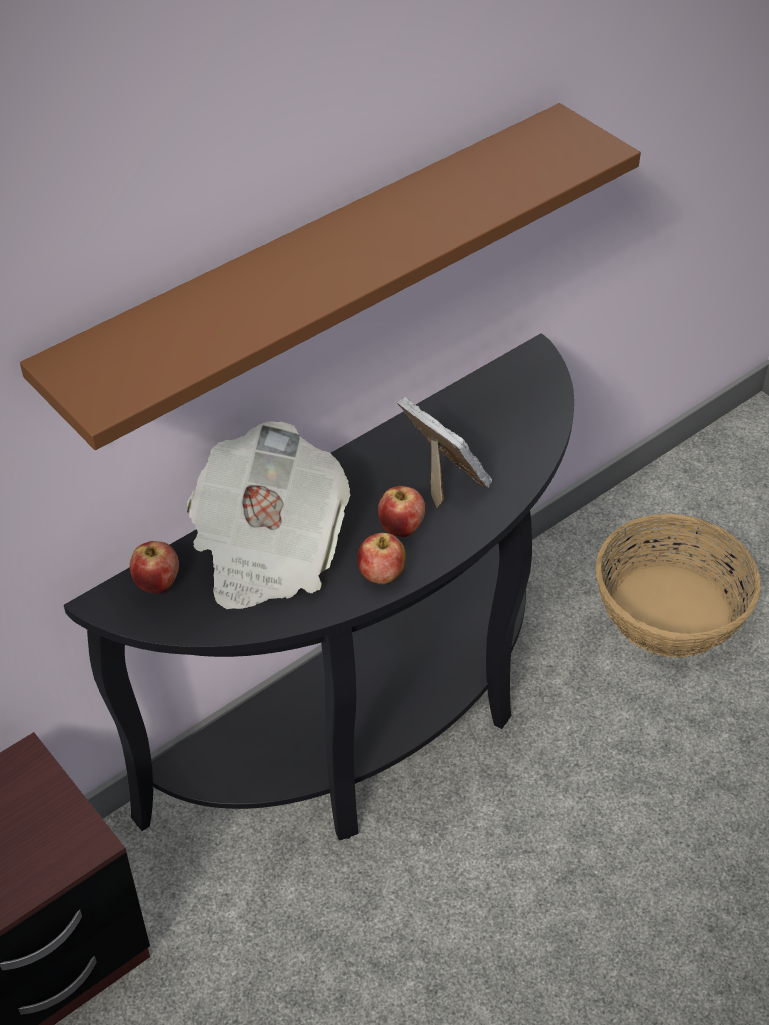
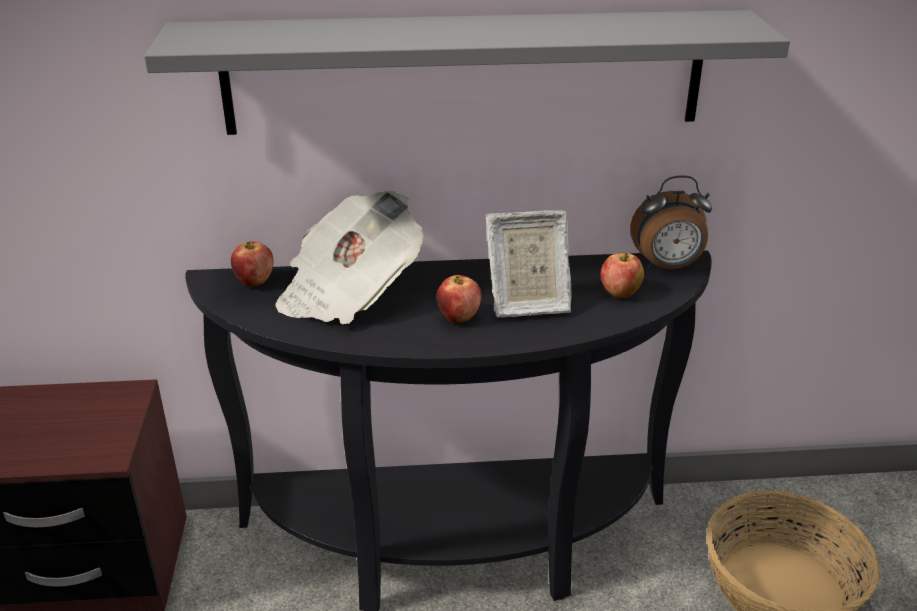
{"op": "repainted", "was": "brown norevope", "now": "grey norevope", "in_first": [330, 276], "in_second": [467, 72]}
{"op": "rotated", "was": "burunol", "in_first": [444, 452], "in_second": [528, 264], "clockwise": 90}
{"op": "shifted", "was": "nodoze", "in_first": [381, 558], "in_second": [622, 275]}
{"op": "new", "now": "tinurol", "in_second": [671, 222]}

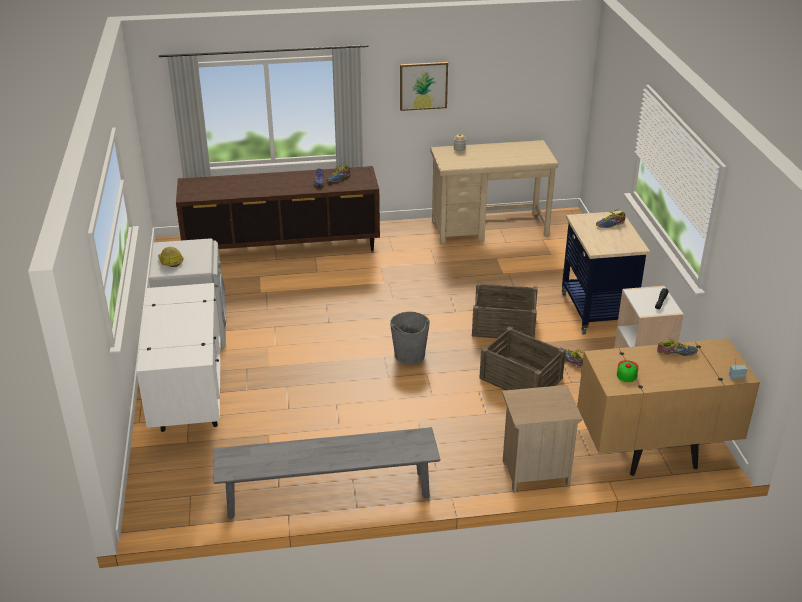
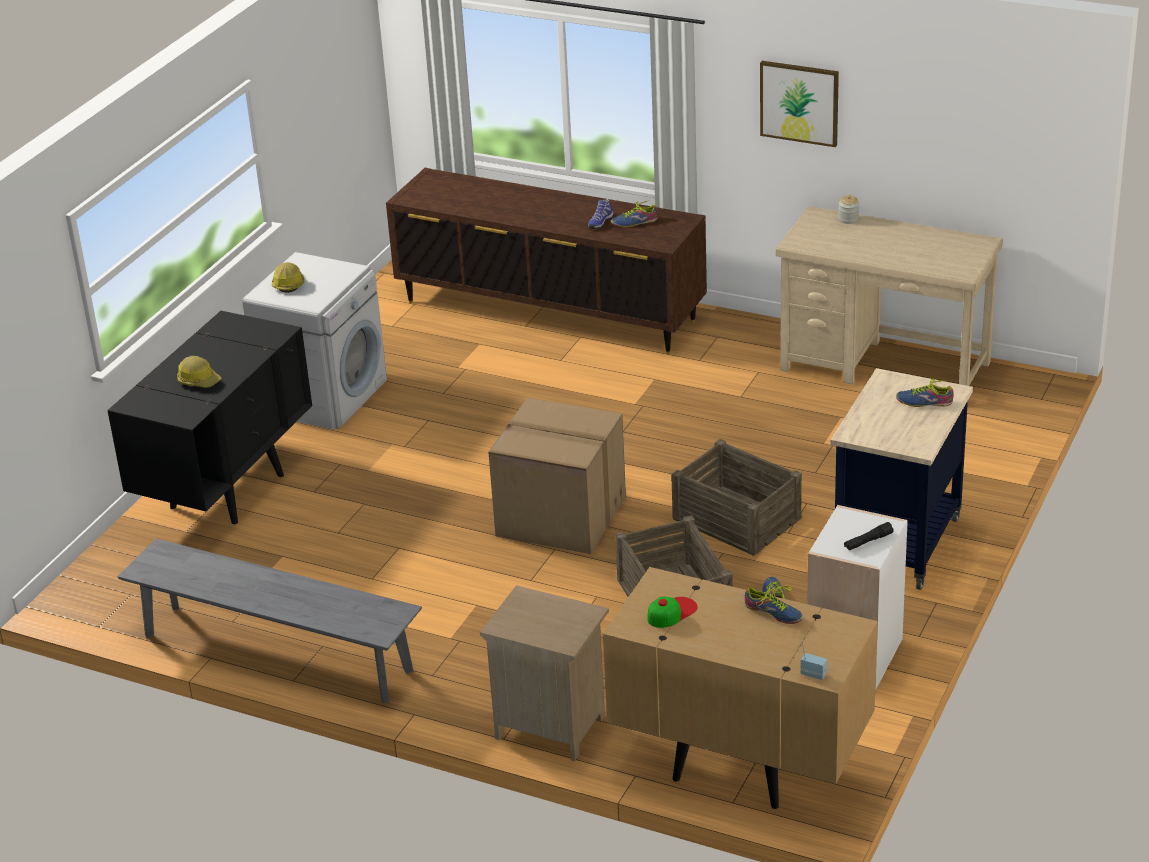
{"op": "repainted", "was": "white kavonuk", "now": "black kavonuk", "in_first": [178, 357], "in_second": [209, 417]}
{"op": "new", "now": "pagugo", "in_second": [199, 372]}
{"op": "swapped", "was": "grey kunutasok", "now": "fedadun", "in_first": [410, 338], "in_second": [557, 476]}

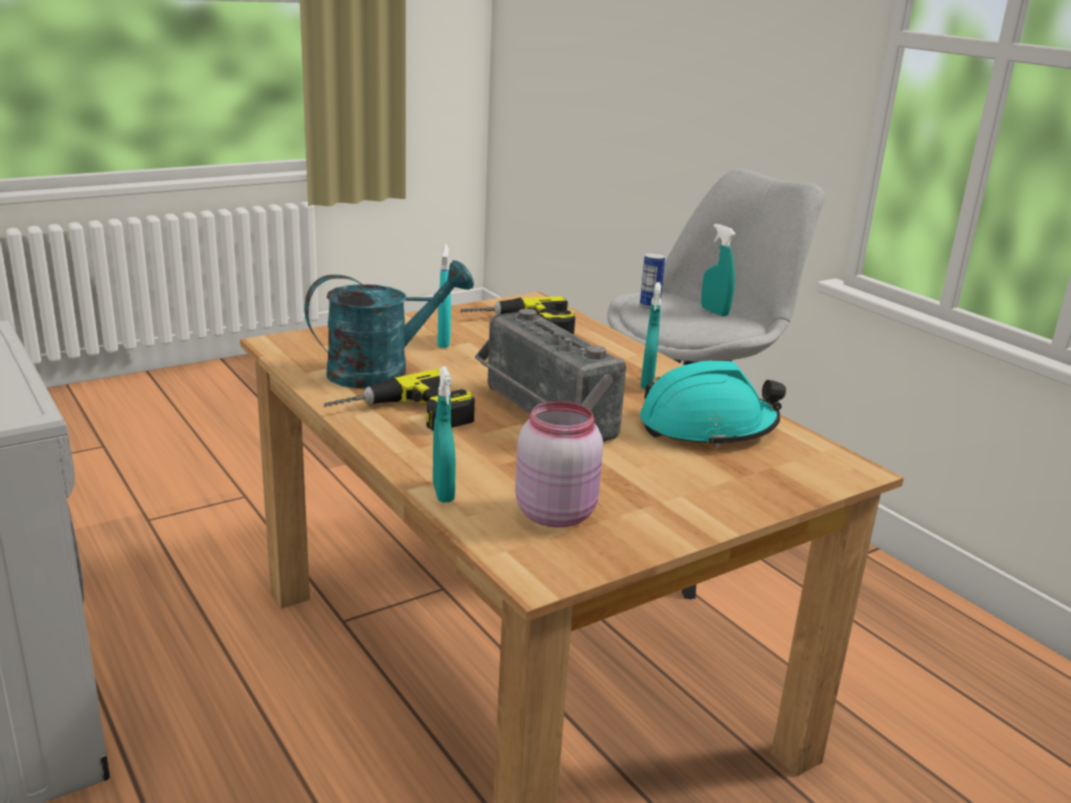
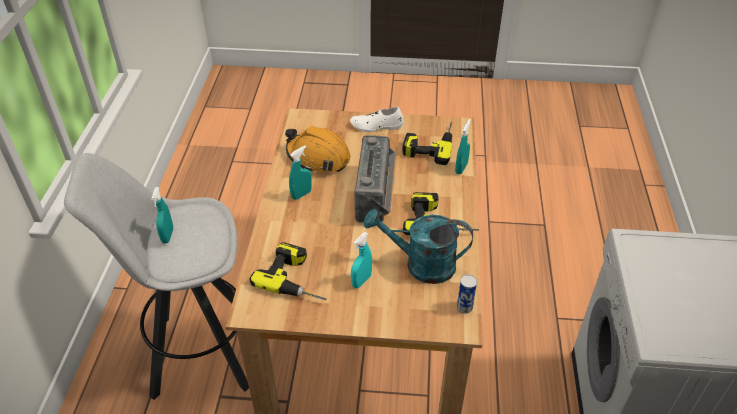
{"op": "repainted", "was": "turquoise pagugo", "now": "orange pagugo", "in_first": [713, 404], "in_second": [317, 149]}
{"op": "new", "now": "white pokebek", "in_second": [376, 119]}
{"op": "swapped", "was": "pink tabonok", "now": "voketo", "in_first": [559, 464], "in_second": [427, 143]}
{"op": "shifted", "was": "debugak", "in_first": [652, 281], "in_second": [467, 294]}

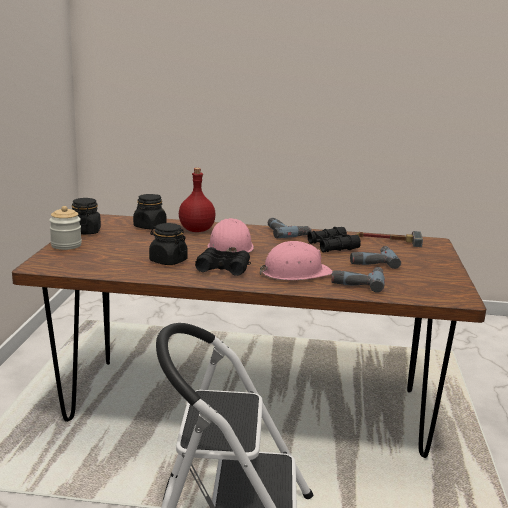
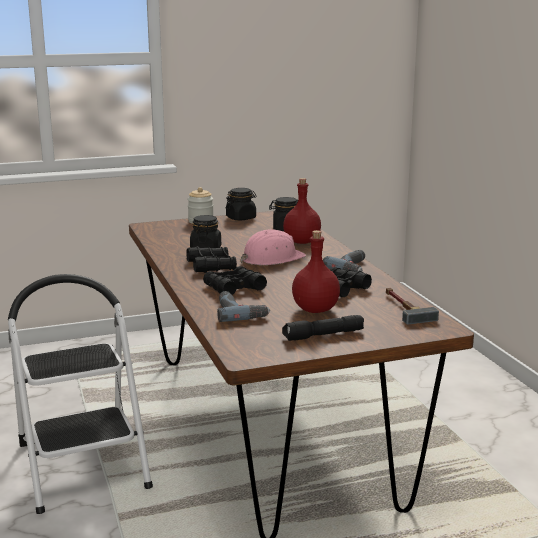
{"op": "swapped", "was": "pink pagugo", "now": "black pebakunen", "in_first": [296, 260], "in_second": [235, 280]}
{"op": "new", "now": "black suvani", "in_second": [323, 328]}
{"op": "swapped", "was": "voketo", "now": "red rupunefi", "in_first": [375, 257], "in_second": [316, 271]}

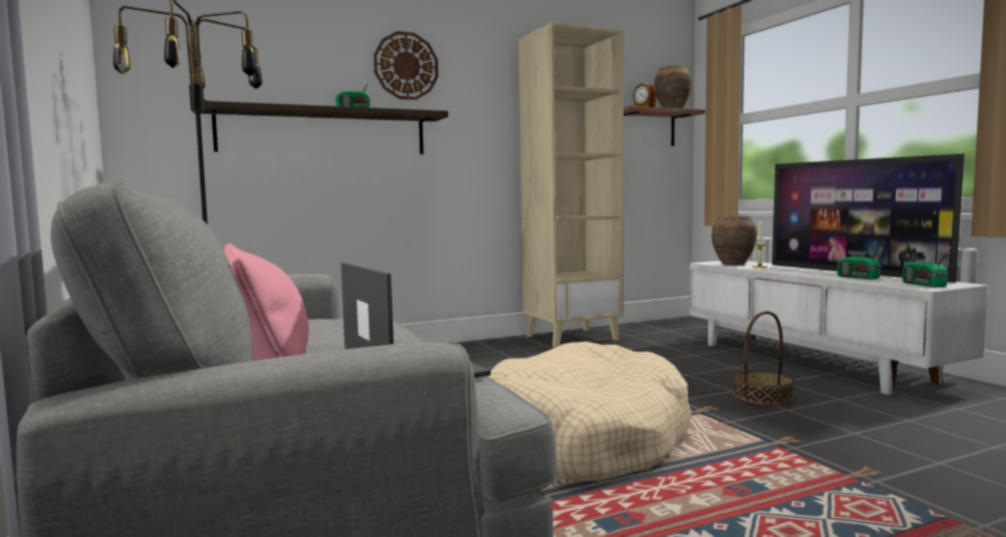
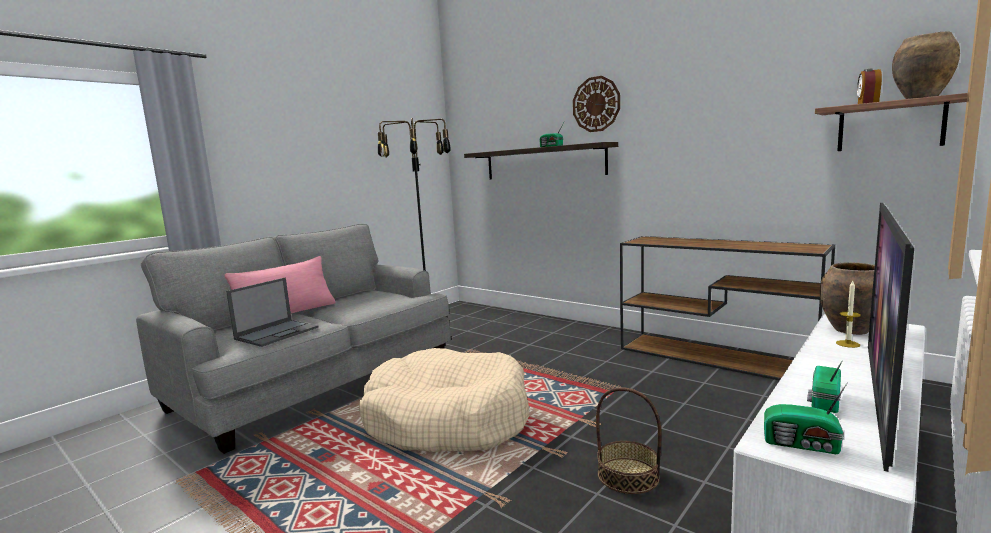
{"op": "swapped", "was": "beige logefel", "now": "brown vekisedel", "in_first": [571, 185], "in_second": [727, 308]}
{"op": "rotated", "was": "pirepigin", "in_first": [927, 267], "in_second": [806, 418], "clockwise": -120}

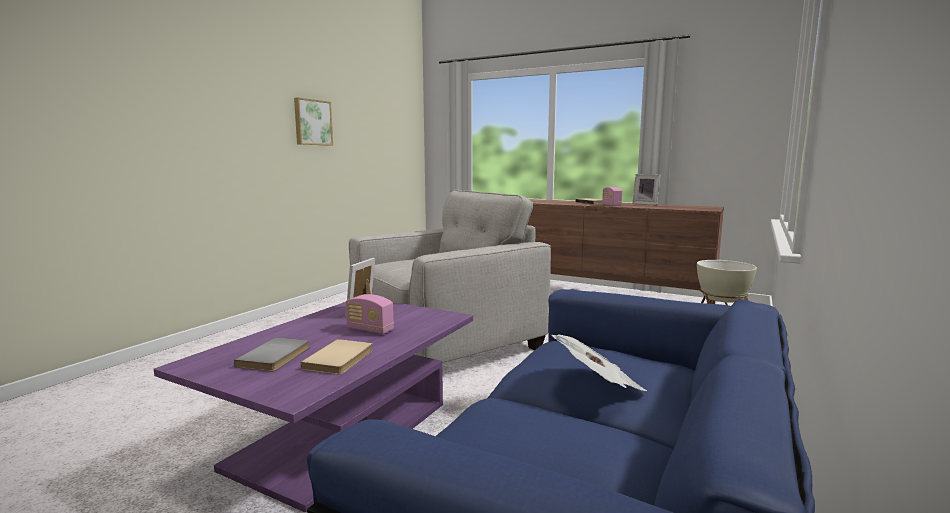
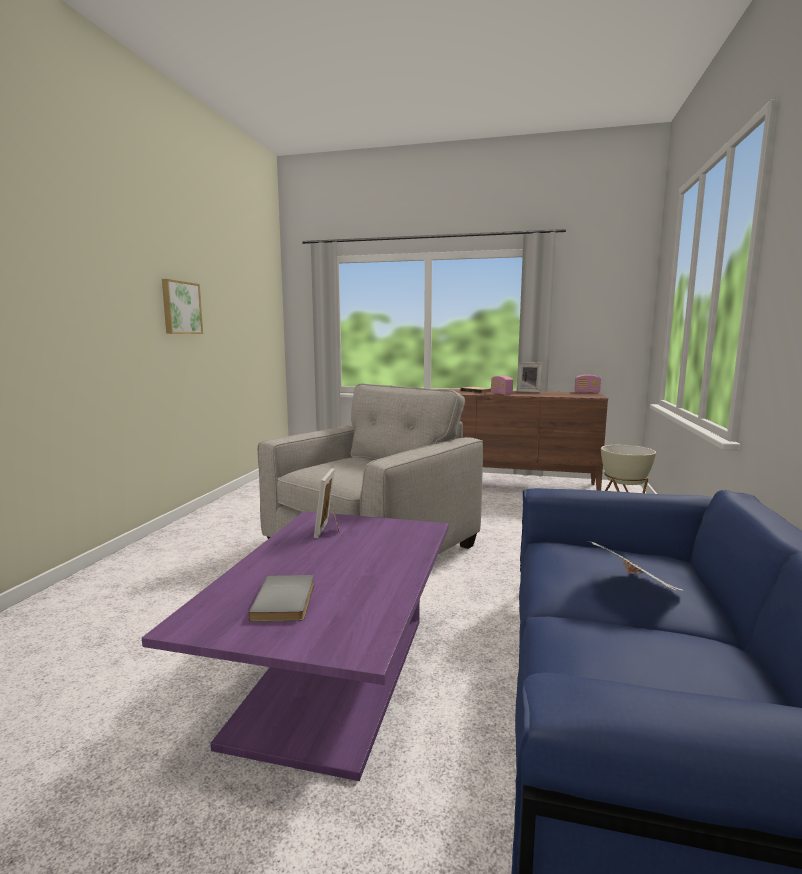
{"op": "shifted", "was": "pirepigin", "in_first": [370, 314], "in_second": [588, 384]}
{"op": "gone", "was": "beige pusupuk", "in_first": [336, 357]}

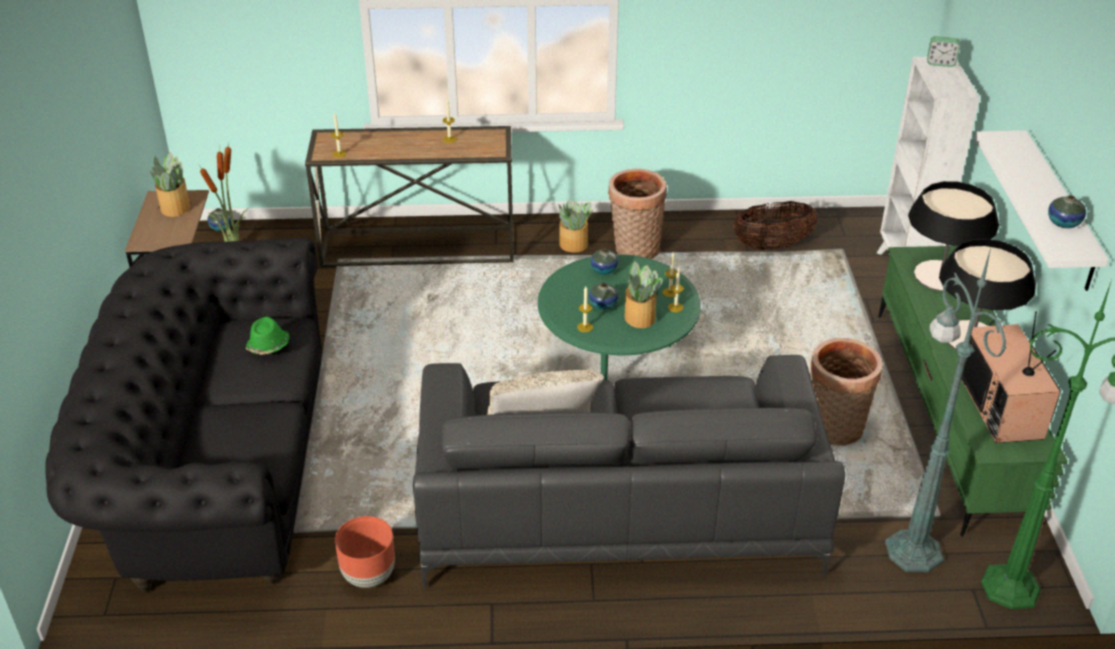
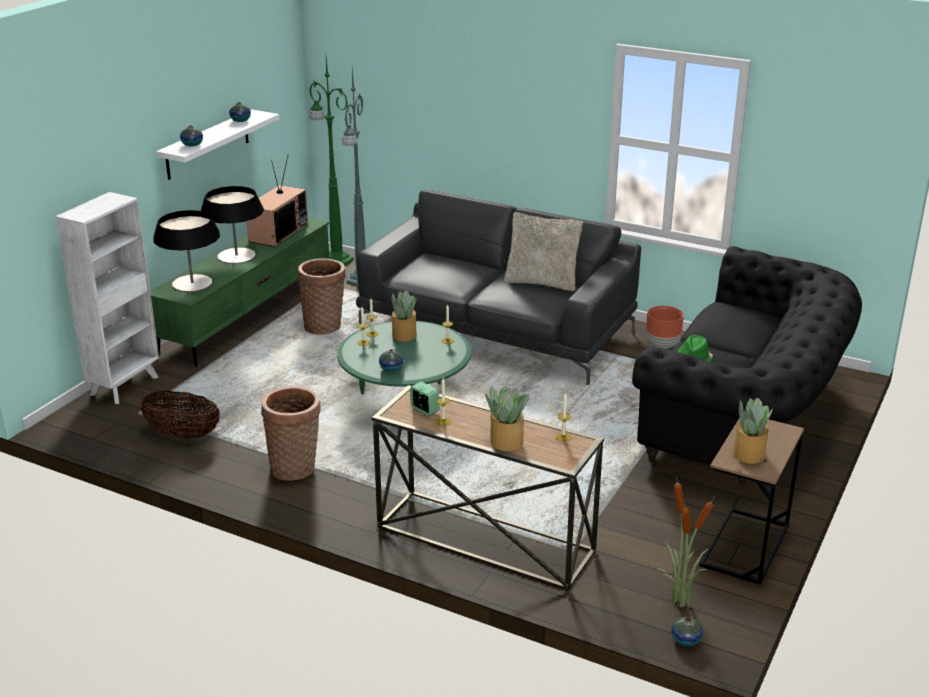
{"op": "shifted", "was": "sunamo", "in_first": [603, 296], "in_second": [191, 135]}
{"op": "shifted", "was": "tinurol", "in_first": [943, 51], "in_second": [425, 399]}
{"op": "shifted", "was": "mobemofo", "in_first": [576, 226], "in_second": [507, 418]}

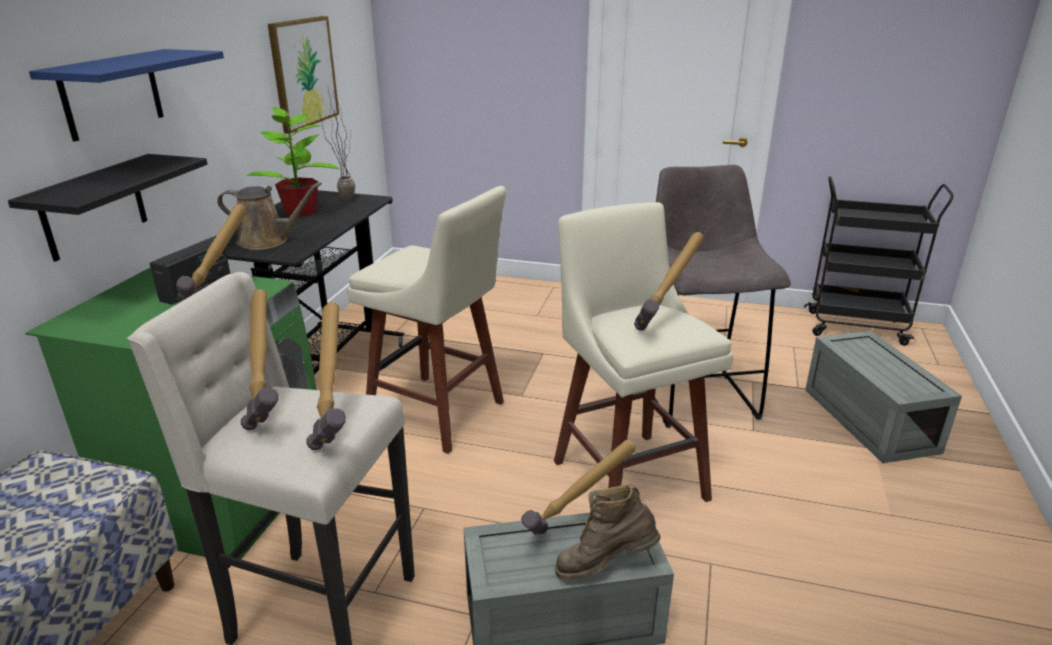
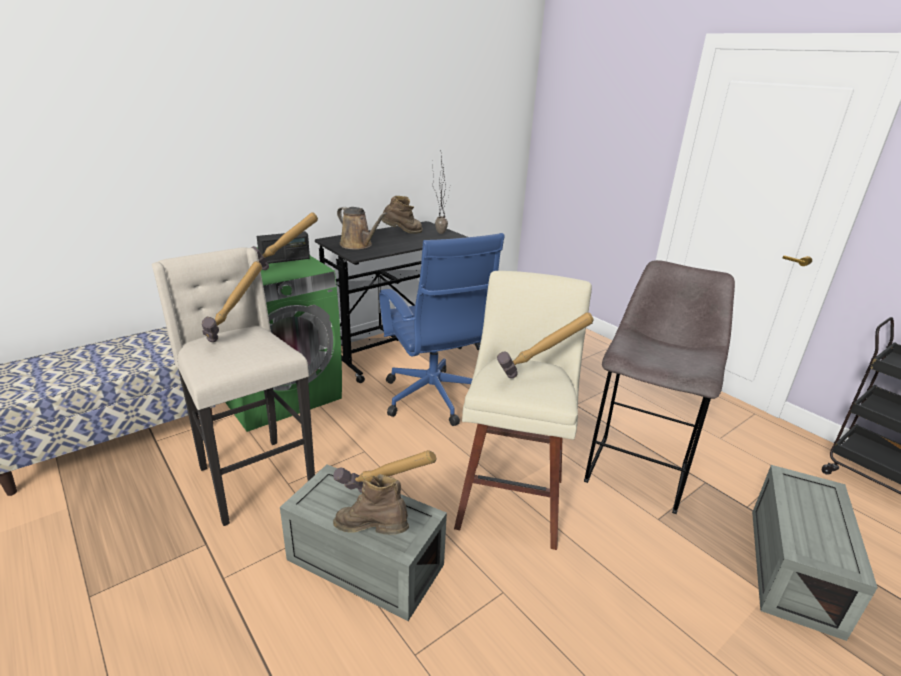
{"op": "swapped", "was": "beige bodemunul", "now": "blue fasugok", "in_first": [426, 320], "in_second": [442, 329]}
{"op": "swapped", "was": "mobemofo", "now": "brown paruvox", "in_first": [292, 161], "in_second": [402, 215]}
{"op": "gone", "was": "black norevope", "in_first": [107, 208]}
{"op": "gone", "was": "blue norevope", "in_first": [126, 95]}
{"op": "gone", "was": "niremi", "in_first": [303, 75]}
{"op": "gone", "was": "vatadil", "in_first": [326, 376]}

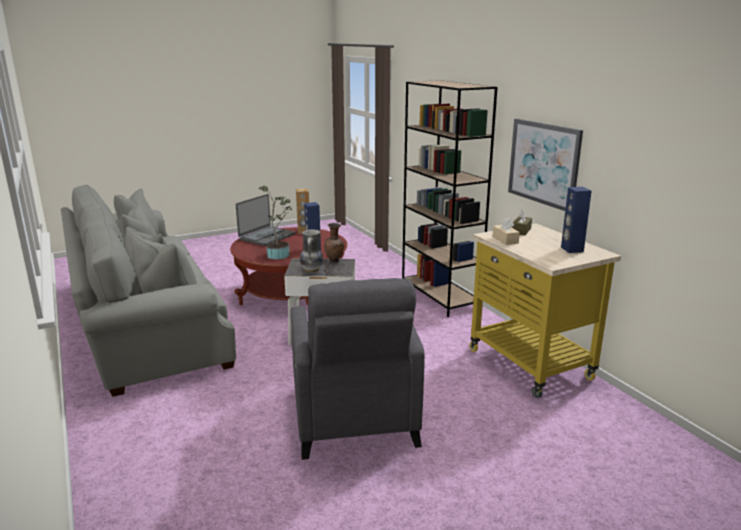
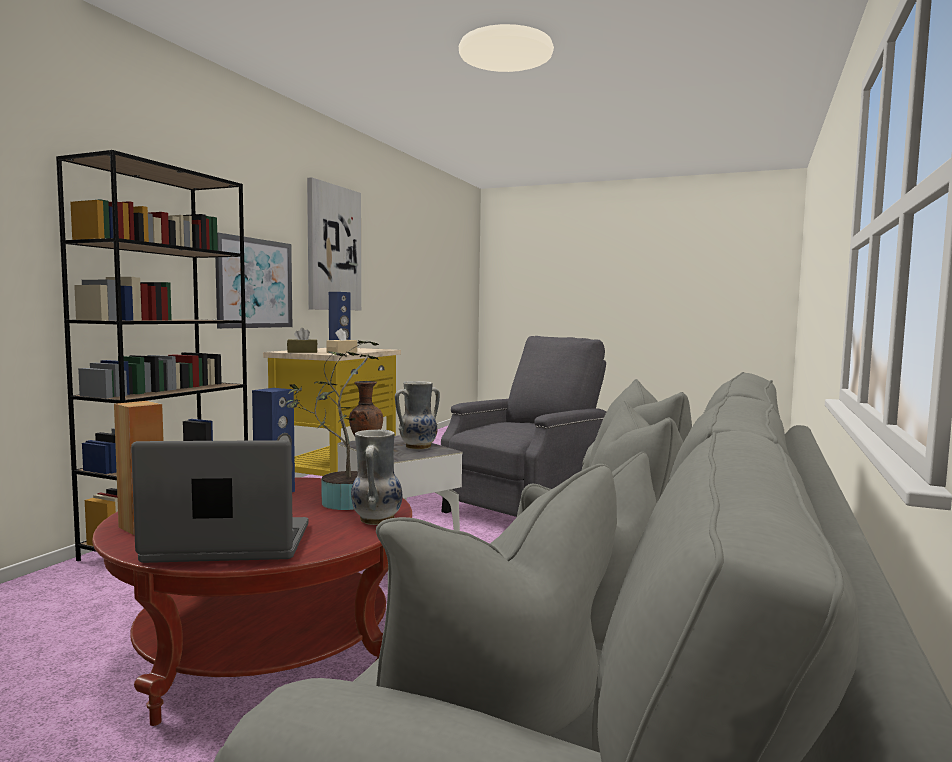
{"op": "new", "now": "niremi", "in_second": [334, 243]}
{"op": "new", "now": "sunamo", "in_second": [377, 477]}

